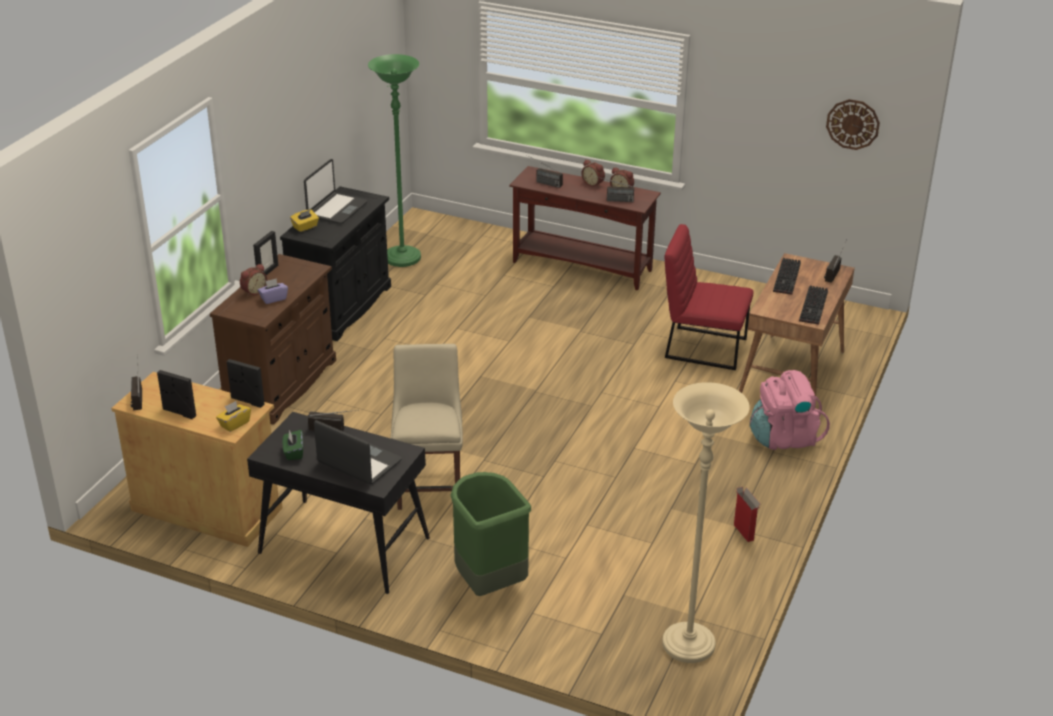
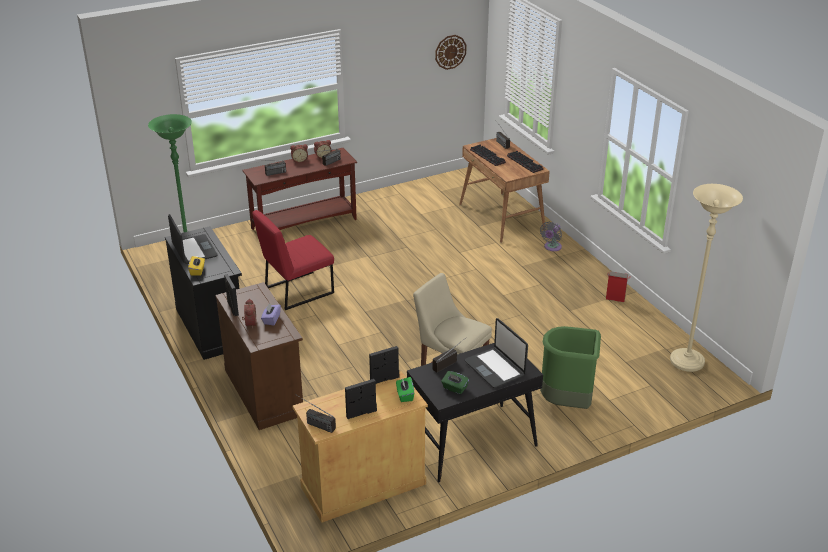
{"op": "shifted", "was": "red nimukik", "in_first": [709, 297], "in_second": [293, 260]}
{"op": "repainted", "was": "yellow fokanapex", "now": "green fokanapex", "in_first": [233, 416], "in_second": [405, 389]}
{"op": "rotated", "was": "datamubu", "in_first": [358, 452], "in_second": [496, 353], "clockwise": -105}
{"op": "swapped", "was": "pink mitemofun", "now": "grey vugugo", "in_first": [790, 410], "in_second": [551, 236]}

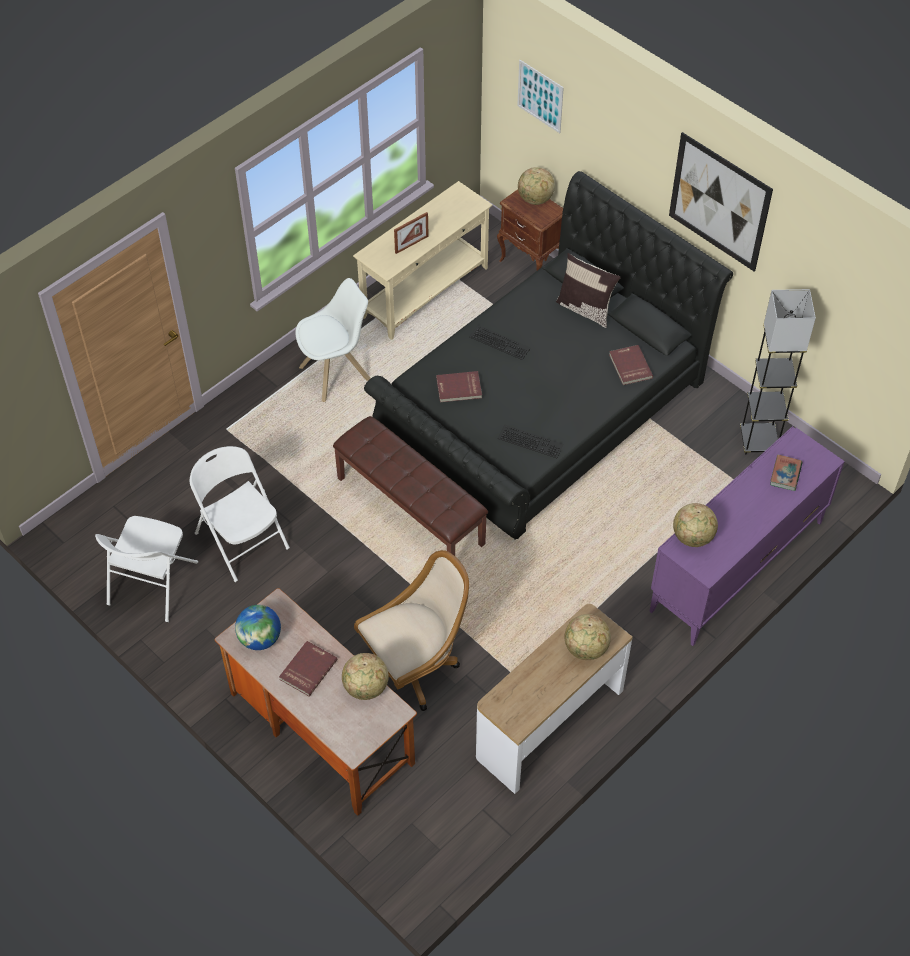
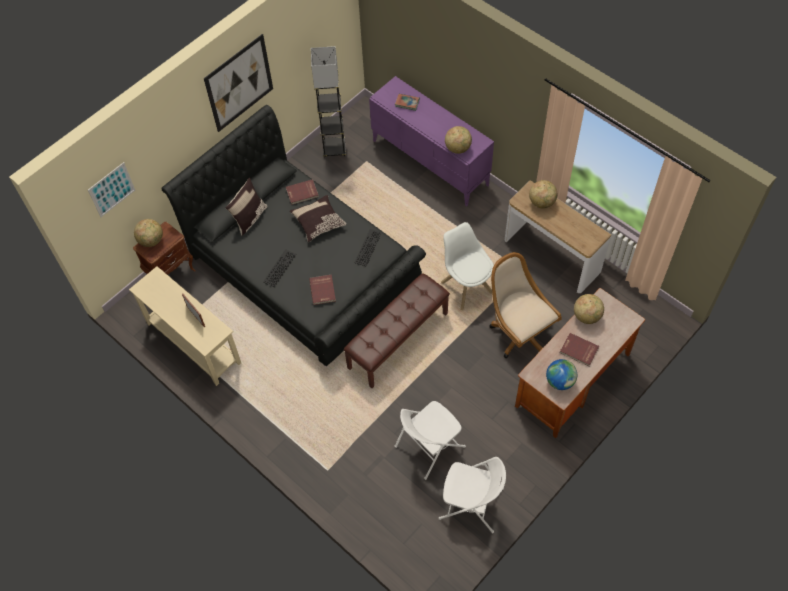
{"op": "new", "now": "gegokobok", "in_second": [318, 218]}
{"op": "shifted", "was": "white nimukik", "in_first": [333, 340], "in_second": [467, 266]}

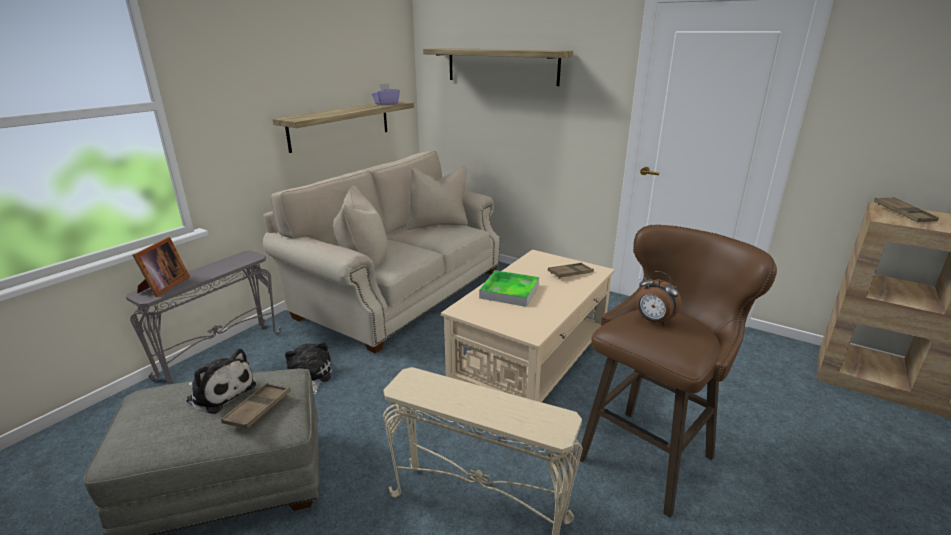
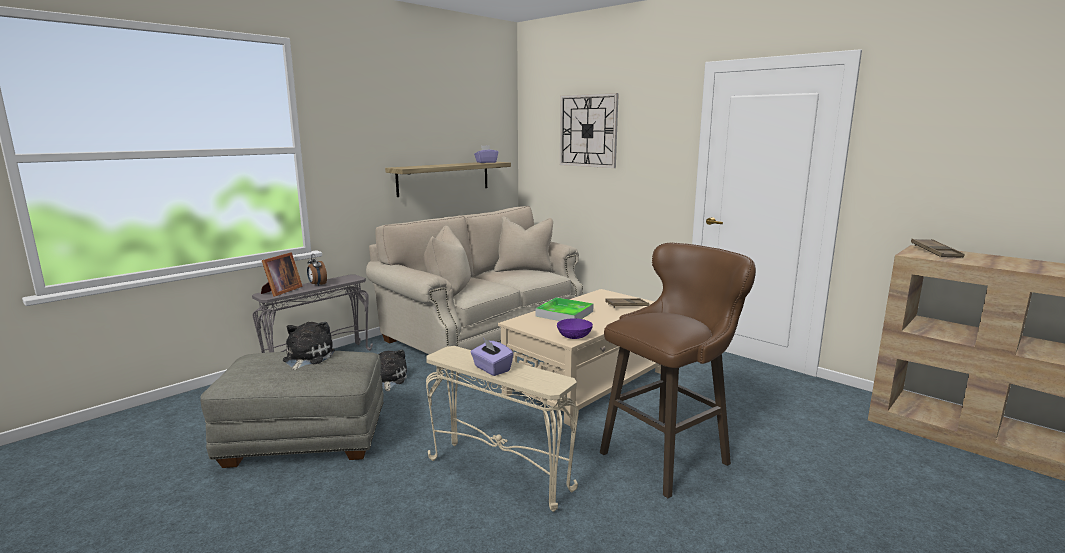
{"op": "rotated", "was": "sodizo", "in_first": [221, 381], "in_second": [309, 346], "clockwise": -120}
{"op": "shifted", "was": "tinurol", "in_first": [659, 298], "in_second": [317, 270]}
{"op": "new", "now": "purple fokanapex", "in_second": [492, 357]}
{"op": "new", "now": "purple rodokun", "in_second": [575, 328]}
{"op": "swapped", "was": "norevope", "now": "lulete", "in_first": [498, 67], "in_second": [589, 130]}
{"op": "gone", "was": "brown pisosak", "in_first": [256, 406]}

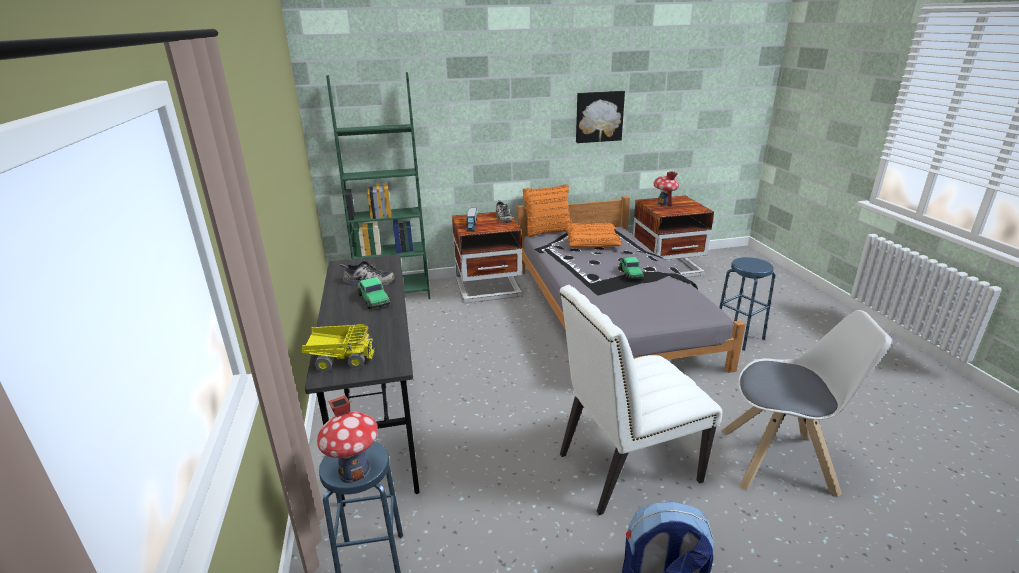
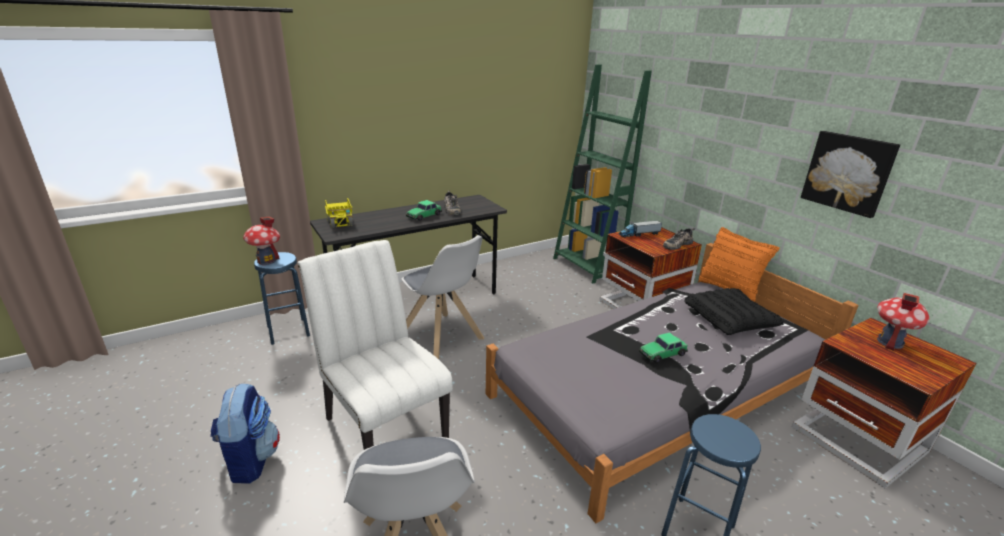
{"op": "new", "now": "nimukik", "in_second": [442, 297]}
{"op": "repainted", "was": "orange gegokobok", "now": "black gegokobok", "in_first": [593, 235], "in_second": [734, 311]}

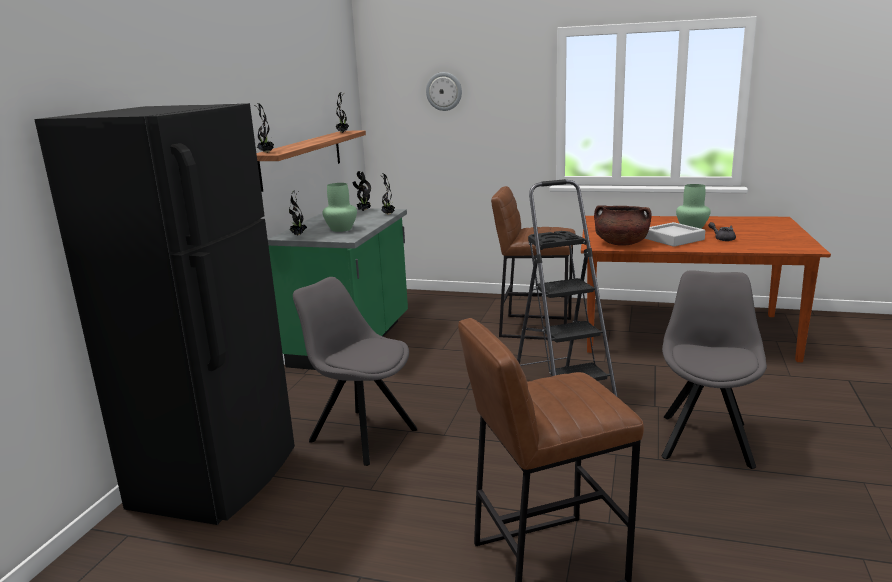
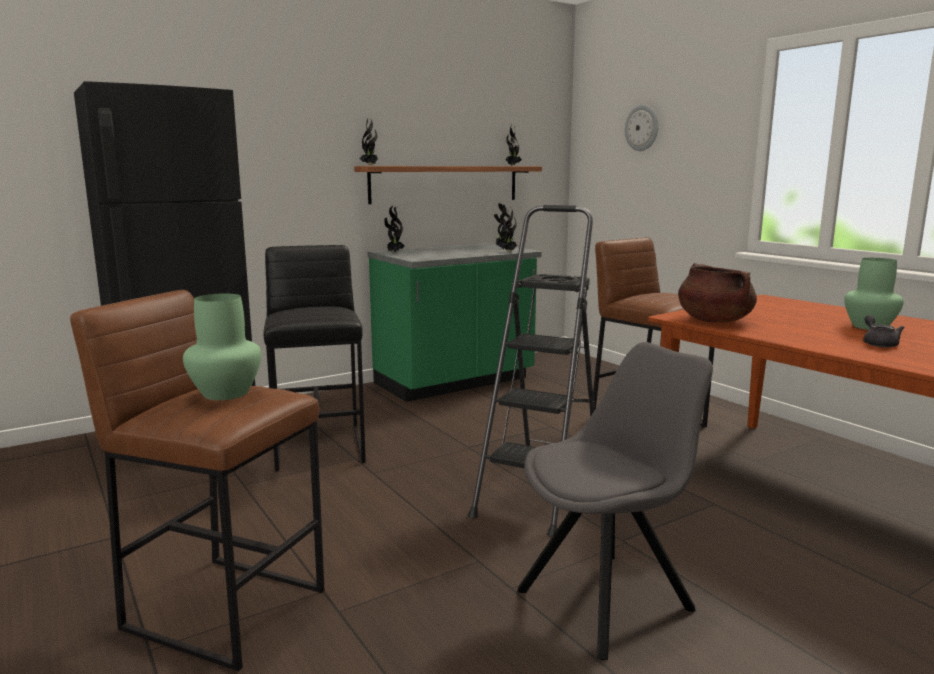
{"op": "shifted", "was": "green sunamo", "in_first": [339, 207], "in_second": [222, 347]}
{"op": "swapped", "was": "grey nimukik", "now": "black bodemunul", "in_first": [355, 371], "in_second": [314, 358]}
{"op": "gone", "was": "grey pisosak", "in_first": [674, 234]}

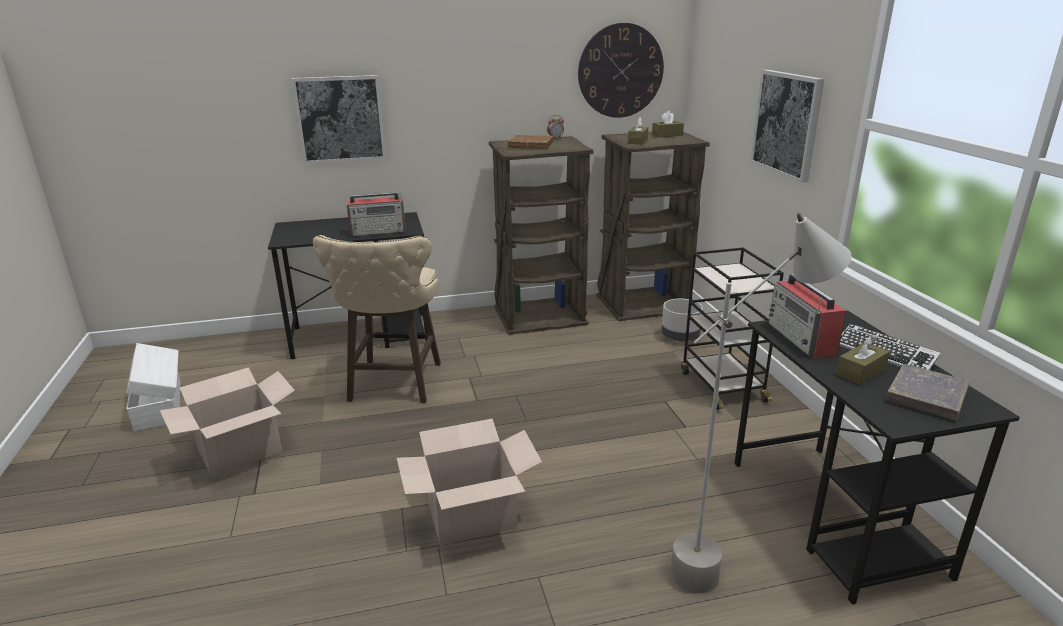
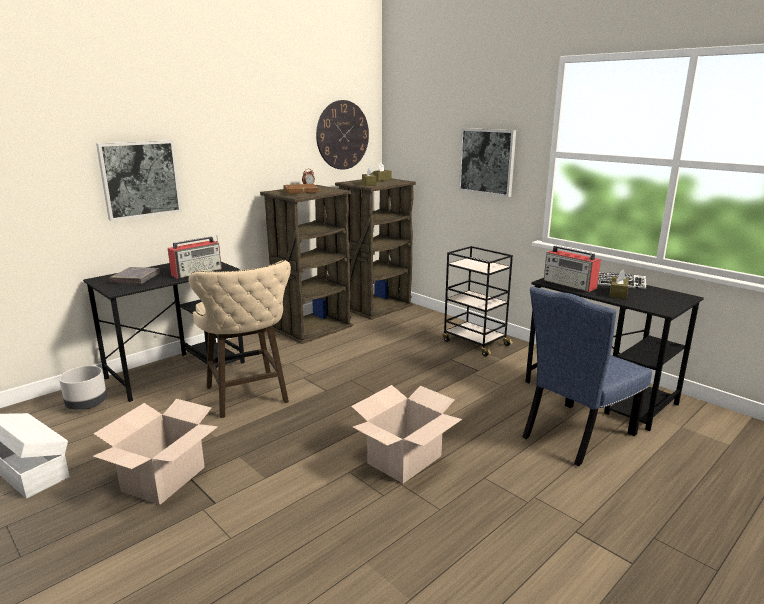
{"op": "shifted", "was": "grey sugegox", "in_first": [682, 320], "in_second": [83, 388]}
{"op": "shifted", "was": "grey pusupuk", "in_first": [928, 392], "in_second": [135, 275]}
{"op": "swapped", "was": "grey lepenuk", "now": "blue nimukik", "in_first": [760, 403], "in_second": [587, 376]}

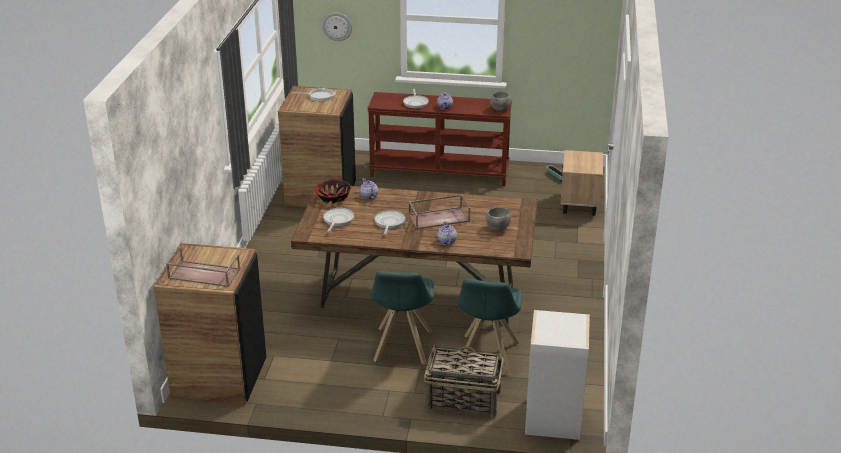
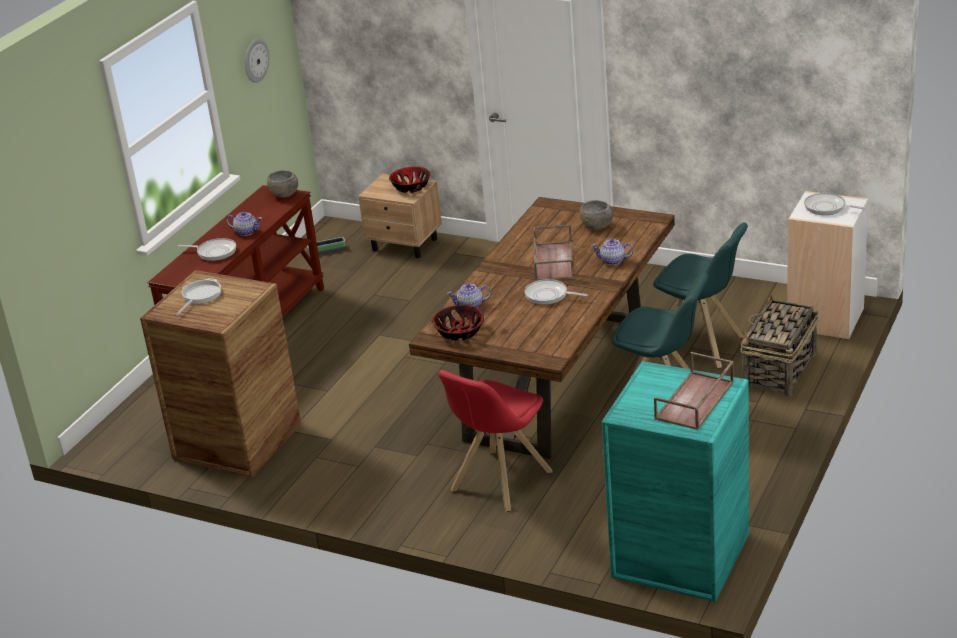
{"op": "shifted", "was": "lulete", "in_first": [337, 26], "in_second": [257, 61]}
{"op": "new", "now": "rodokun", "in_second": [409, 180]}
{"op": "new", "now": "red nimukik", "in_second": [495, 441]}
{"op": "repainted", "was": "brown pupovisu", "now": "turquoise pupovisu", "in_first": [210, 324], "in_second": [675, 481]}
{"op": "shifted", "was": "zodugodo", "in_first": [338, 220], "in_second": [835, 204]}

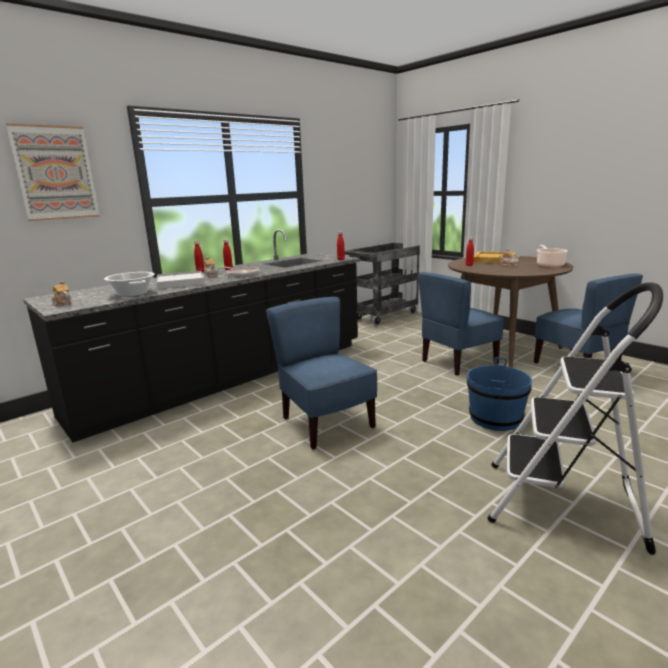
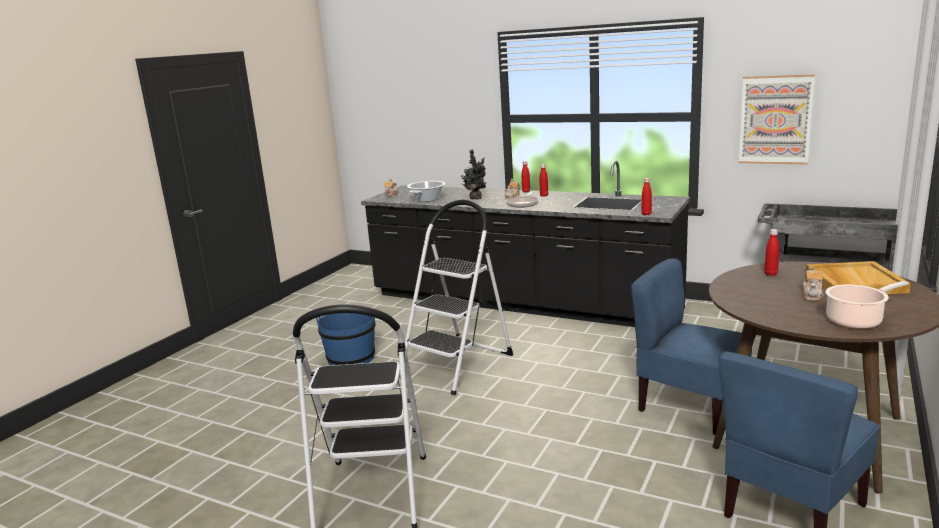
{"op": "shifted", "was": "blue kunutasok", "in_first": [499, 394], "in_second": [346, 337]}
{"op": "swapped", "was": "blue nimukik", "now": "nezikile", "in_first": [321, 373], "in_second": [456, 297]}
{"op": "swapped", "was": "white pisosak", "now": "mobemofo", "in_first": [181, 280], "in_second": [473, 174]}
{"op": "shifted", "was": "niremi", "in_first": [53, 172], "in_second": [777, 119]}

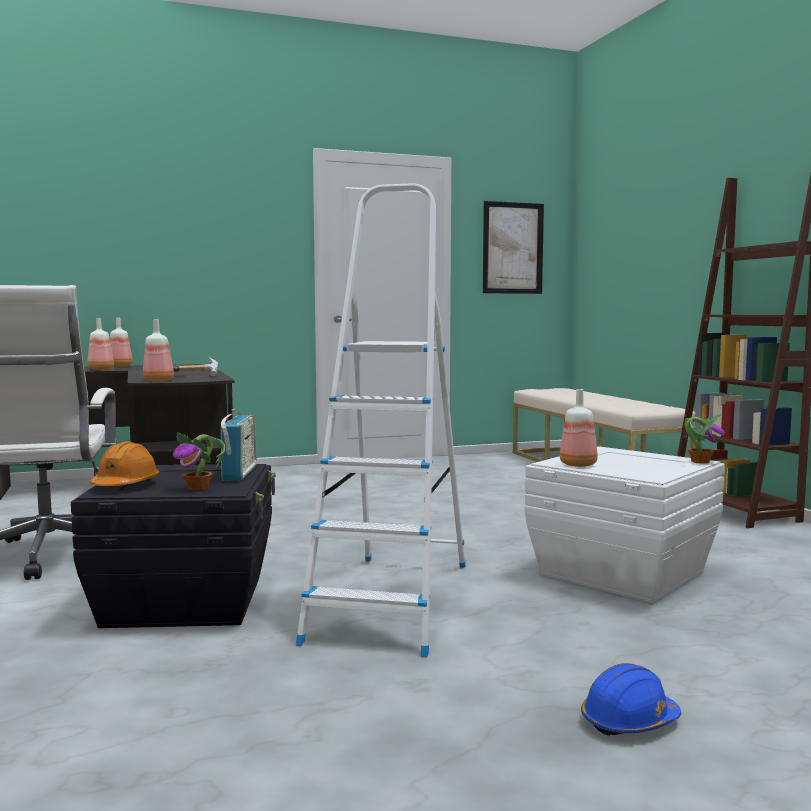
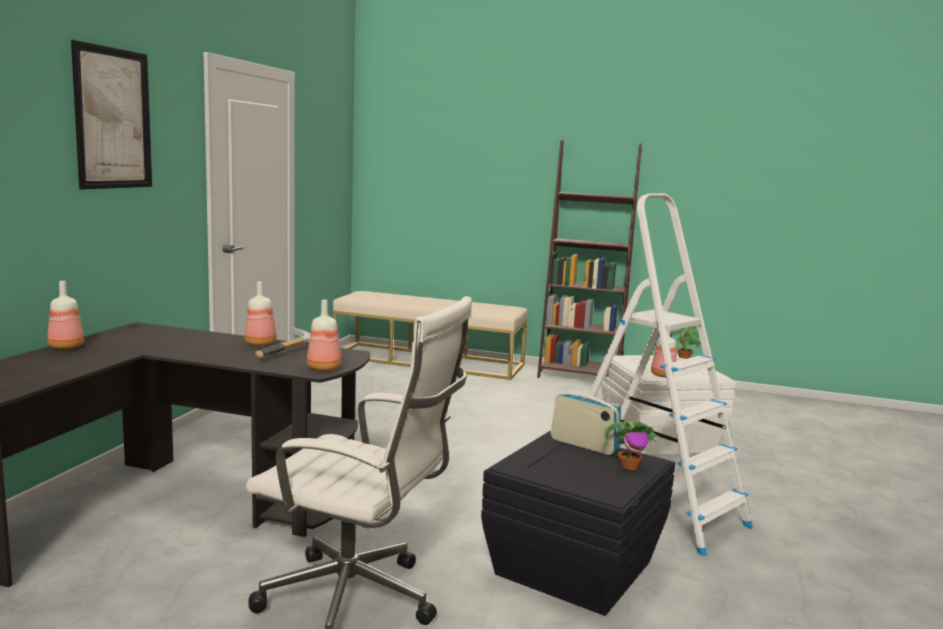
{"op": "shifted", "was": "niremi", "in_first": [513, 247], "in_second": [111, 114]}
{"op": "shifted", "was": "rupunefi", "in_first": [100, 344], "in_second": [260, 313]}
{"op": "gone", "was": "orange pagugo", "in_first": [124, 464]}
{"op": "gone", "was": "blue pagugo", "in_first": [631, 699]}

